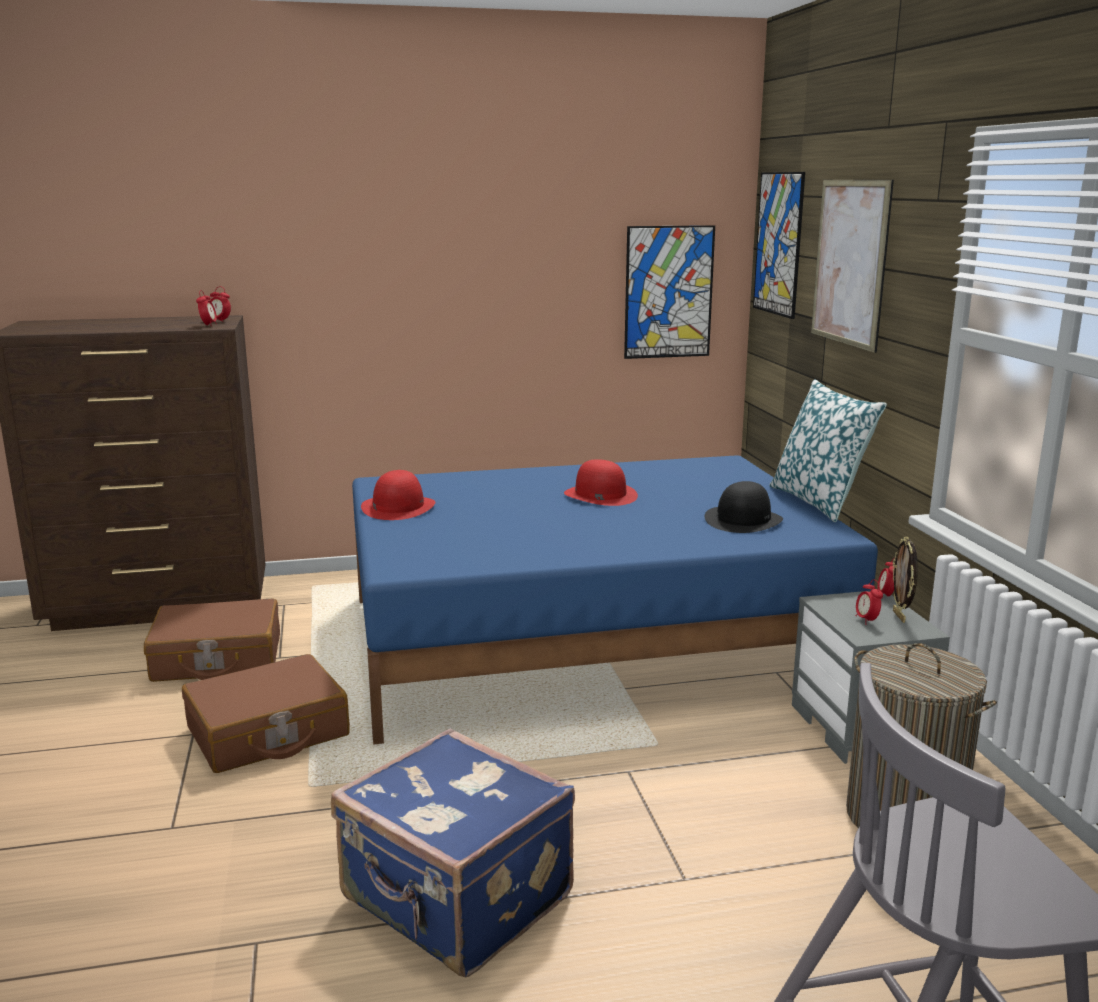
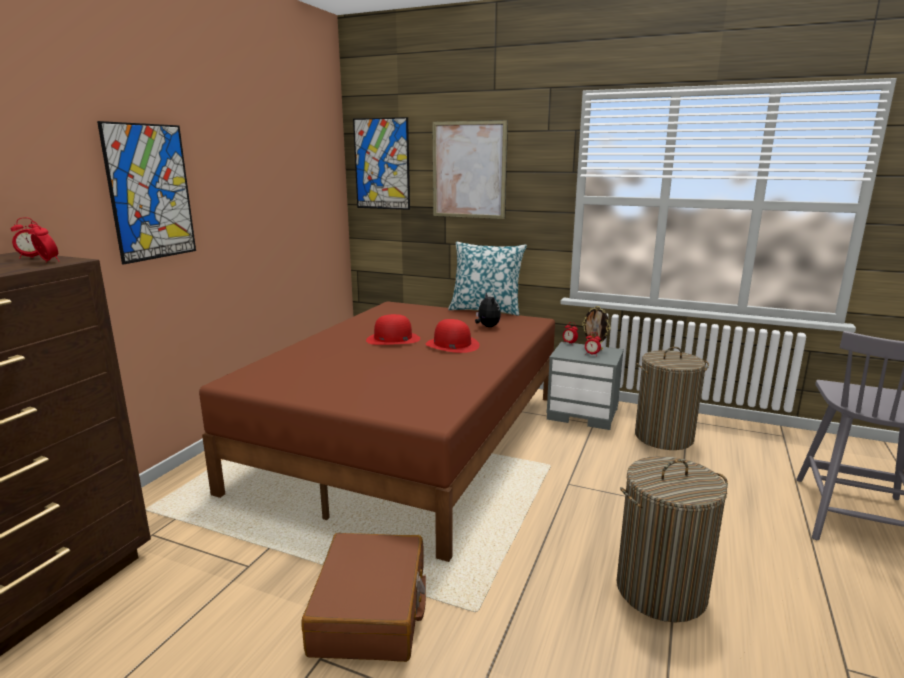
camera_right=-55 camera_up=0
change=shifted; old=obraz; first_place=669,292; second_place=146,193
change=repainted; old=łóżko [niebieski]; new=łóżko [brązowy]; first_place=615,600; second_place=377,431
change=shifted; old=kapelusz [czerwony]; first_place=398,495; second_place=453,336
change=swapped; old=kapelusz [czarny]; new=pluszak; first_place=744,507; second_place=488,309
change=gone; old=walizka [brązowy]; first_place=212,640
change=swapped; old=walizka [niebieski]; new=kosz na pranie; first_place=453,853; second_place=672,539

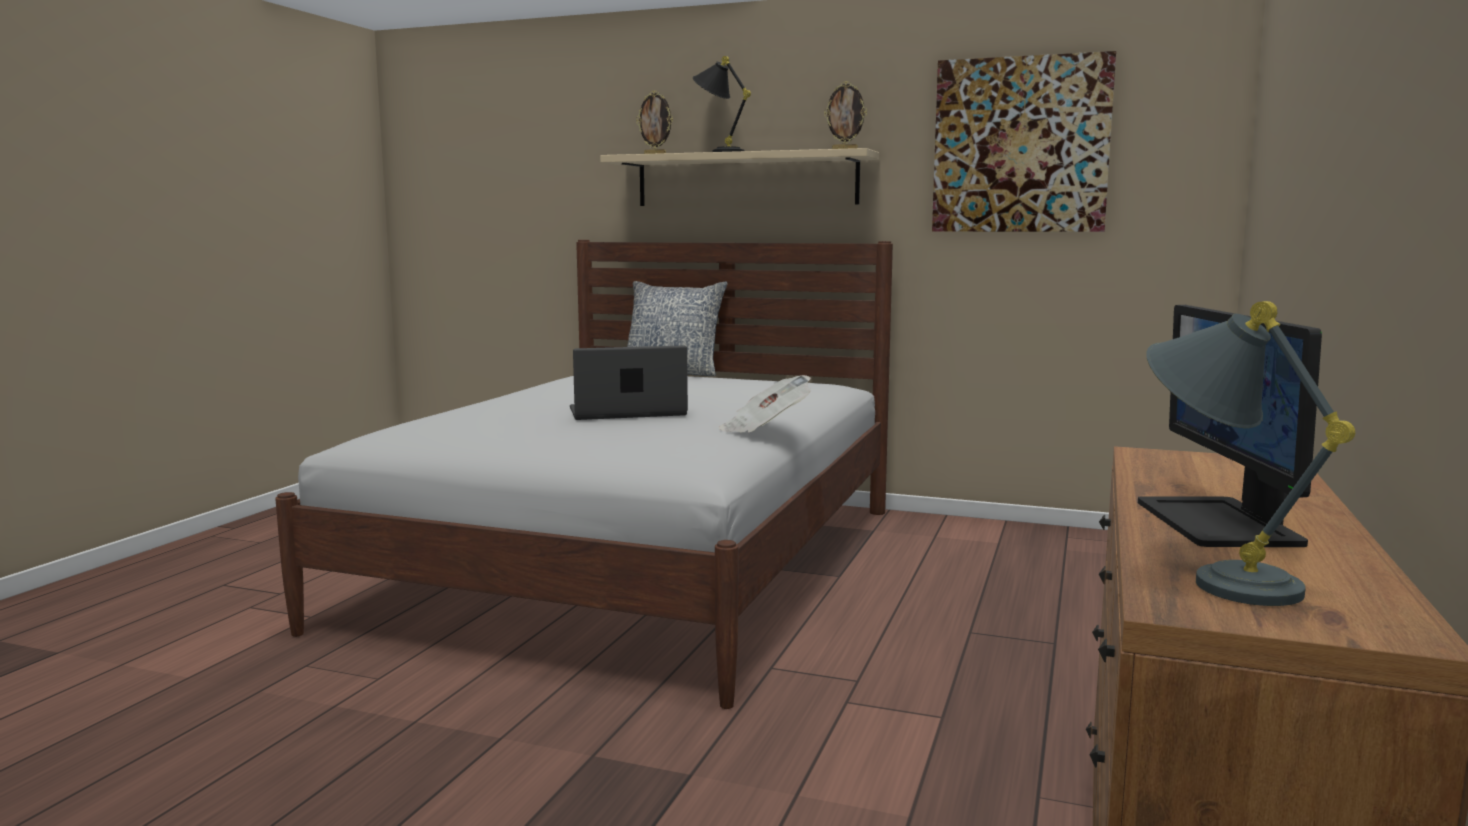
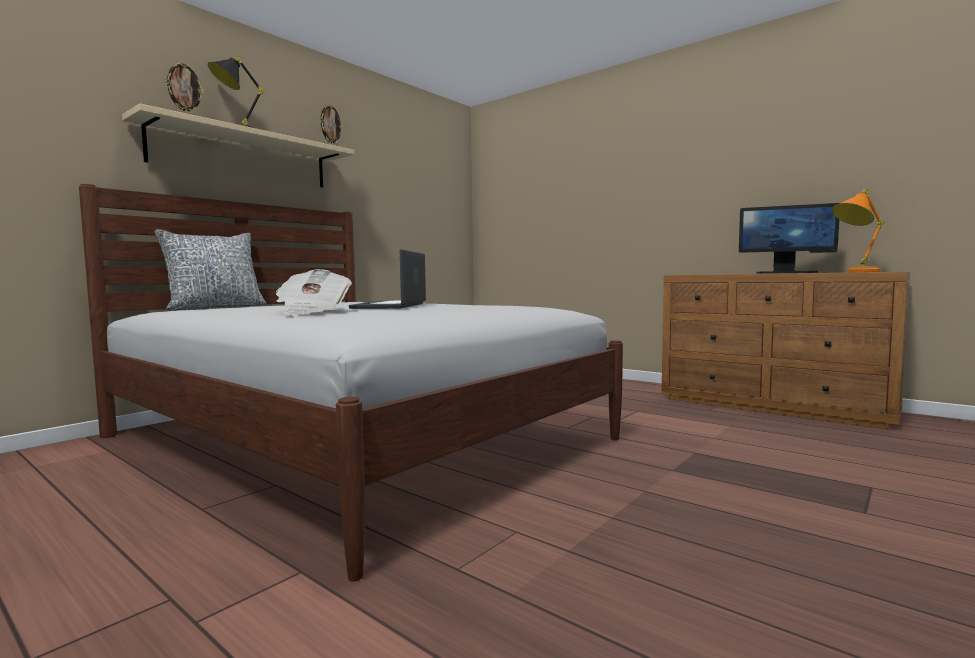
camera_right=-70 camera_up=-5
change=gone; old=obraz; first_place=1024,141
change=repainted; old=lampa stołowa [szary]; new=lampa stołowa [pomarańczowy]; first_place=1250,453; second_place=858,230
change=shifted; old=gazeta; first_place=765,404; second_place=313,292

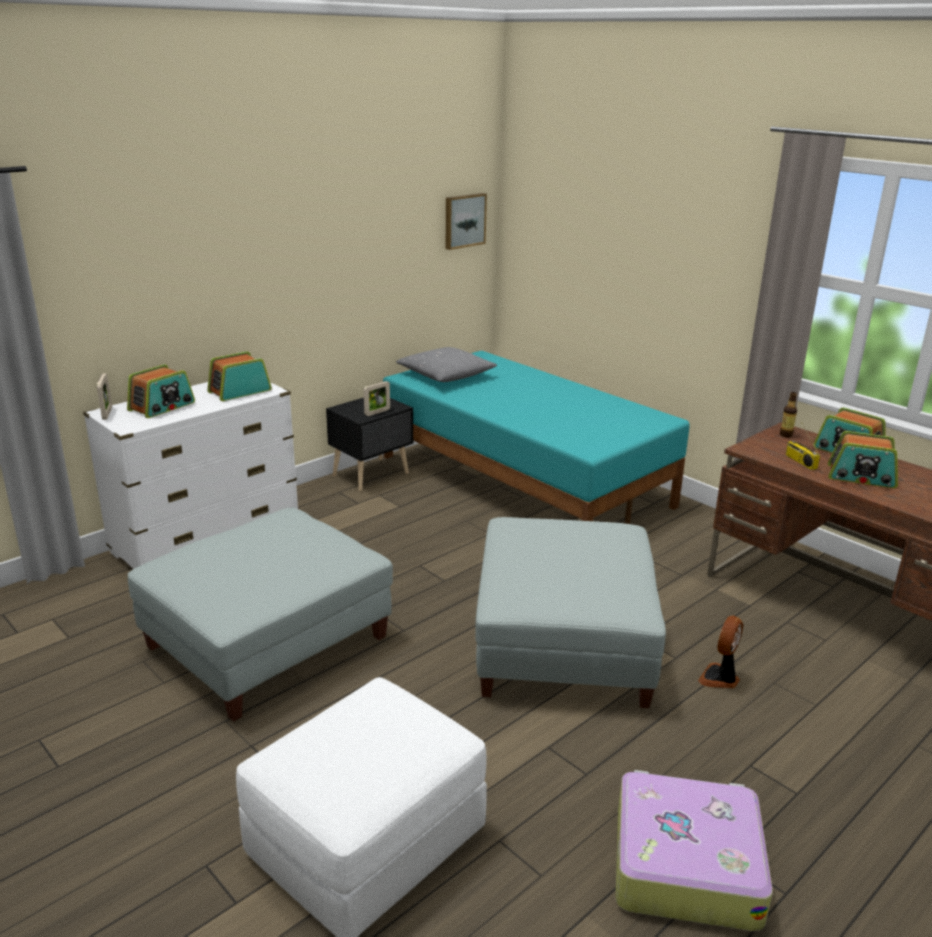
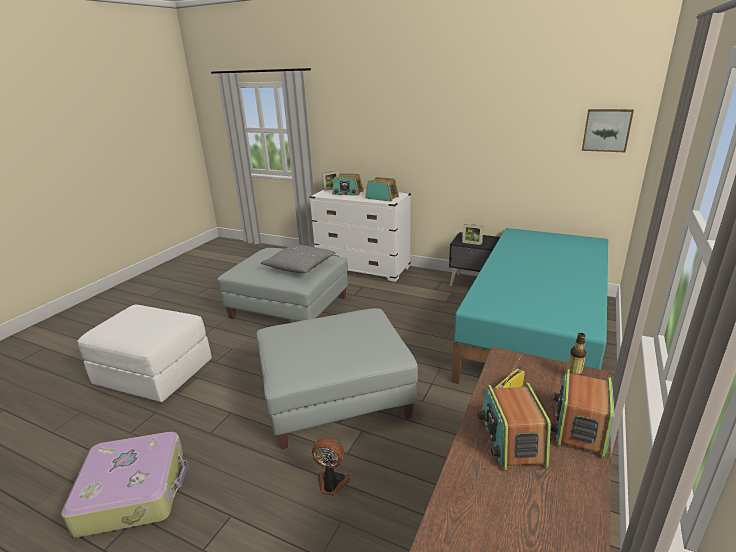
camera_right=70 camera_up=0
change=shifted; old=poduszka [szary]; first_place=446,364; second_place=298,258

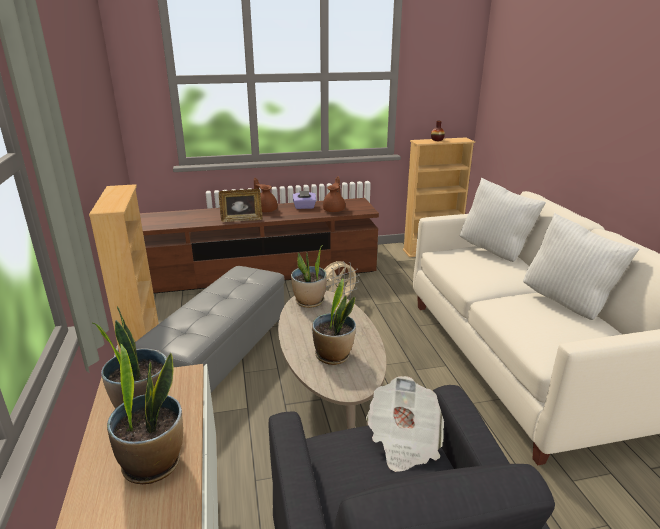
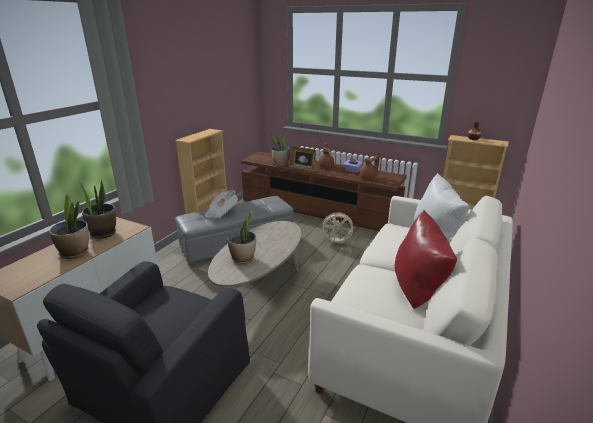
camera_right=40 camera_up=0
change=repainted; old=poduszka [biały]; new=poduszka [czerwony]; first_place=581,266; second_place=426,259
change=shifted; old=roślina doniczkowa; first_place=309,276; second_place=280,149
change=shifted; old=gazeta; first_place=405,424; second_place=221,204

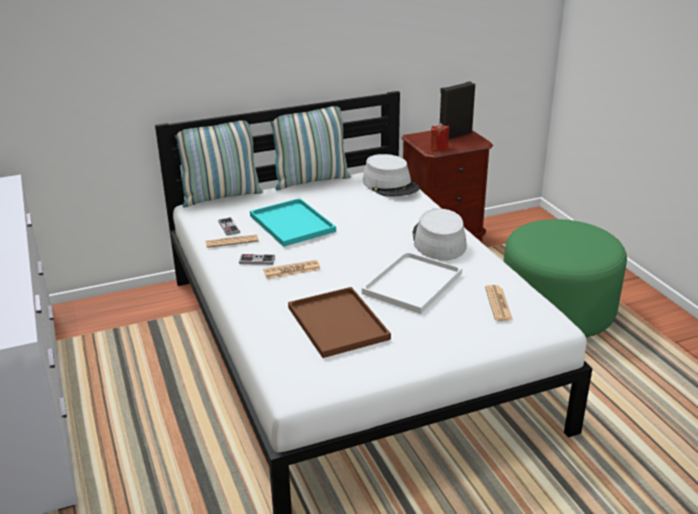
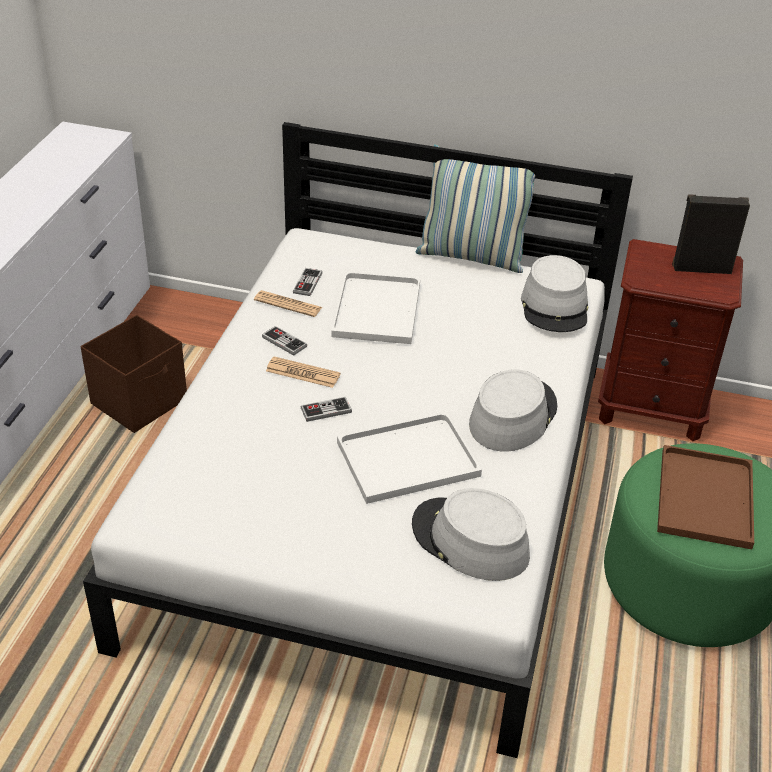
camera_right=35 camera_up=10
change=gone; old=poduszka; first_place=219,164
change=gone; old=świeca [czerwony]; first_place=440,137
change=repainted; old=taca [turkusowy]; new=taca [biały]; first_place=293,222; second_place=375,308
change=swapped; old=gazeta; new=kapelusz [szary]; first_place=499,303; second_place=471,534
change=shifted; old=taca [brązowy]; first_place=339,322; second_place=705,497
change=new; new=pojemnik do przechowywania [brązowy]; second_place=134,374
change=new; new=pad do gier; second_place=326,409

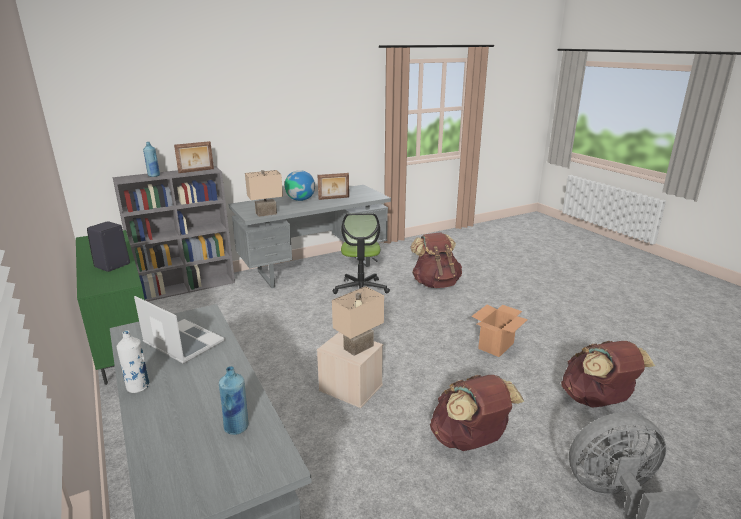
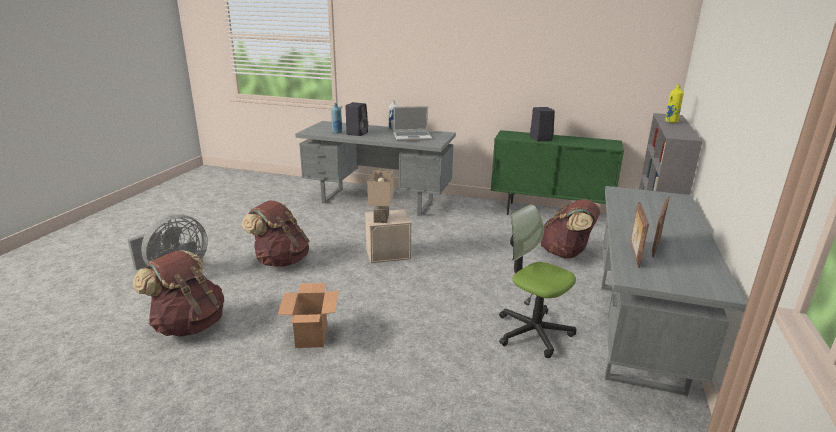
camera_right=135 camera_up=0
change=shifted; old=ramka na zdjęcie; first_place=194,157; second_place=639,235
change=repainted; old=butelka [niebieski]; new=butelka [żółty]; first_place=151,159; second_place=674,103
change=gone; old=lampa stołowa [beżowy]; first_place=264,193
change=gone; old=globus; first_place=300,185
change=shifted; old=plecak [brązowy]; first_place=436,260; second_place=570,228
change=new; new=głośnik [czarny]; second_place=356,119

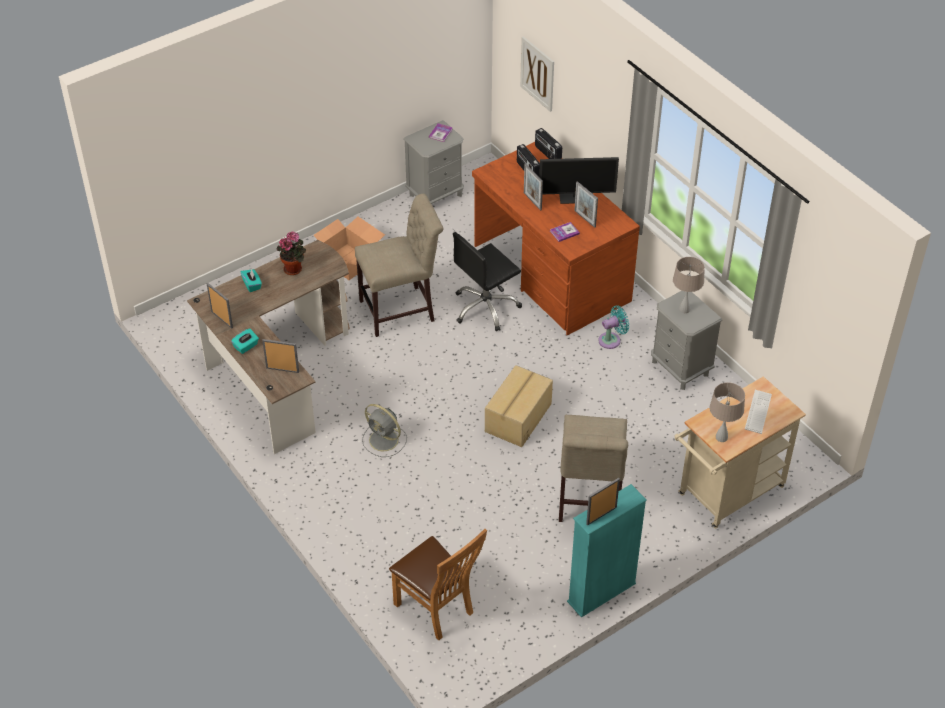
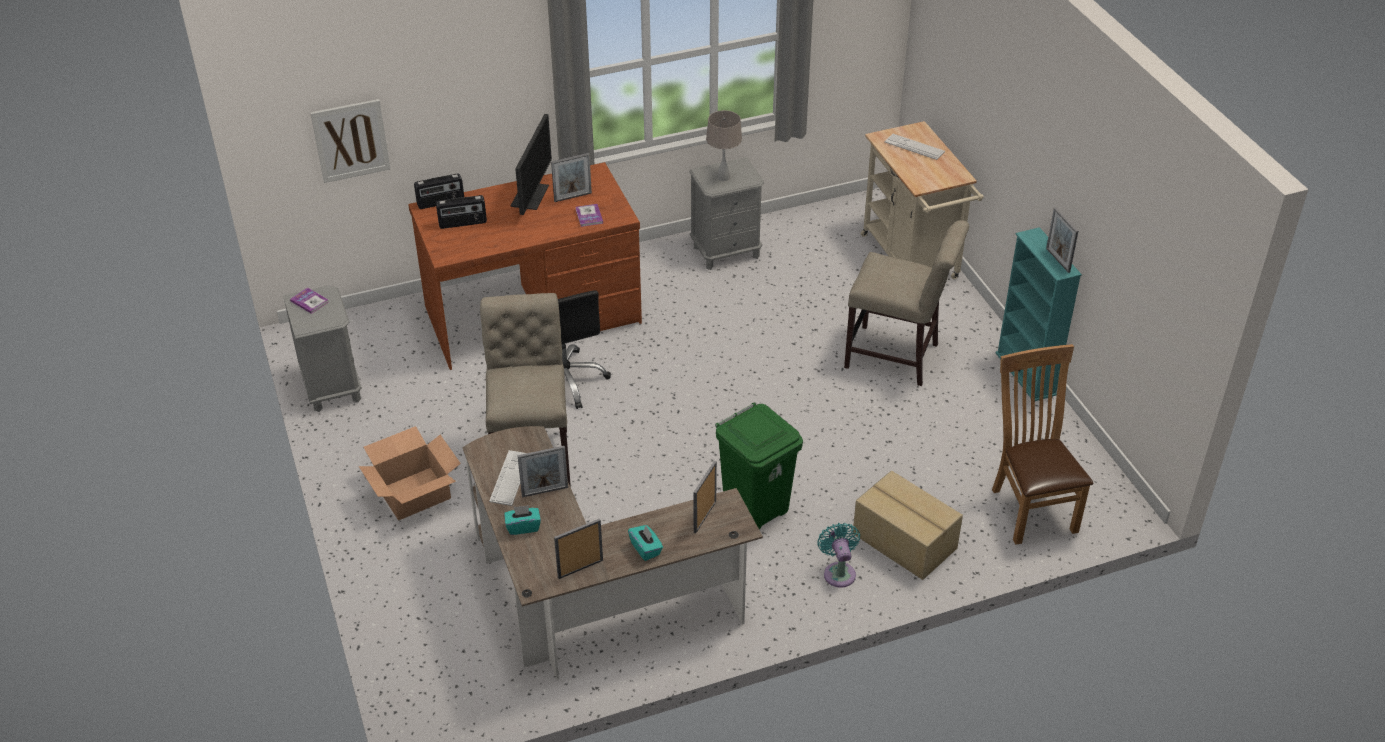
camera_right=-75 camera_up=-5
change=shifted; old=ramka na zdjęcie; first_place=533,187; second_place=542,471
change=swapped; old=roślina doniczkowa; new=klawiatura; first_place=291,253; second_place=507,478
change=shifted; old=wentylator [turkusowy]; first_place=614,327; second_place=838,555
change=shifted; old=karton; first_place=519,406; second_place=908,525
change=gone; old=lampa stołowa [beżowy]; first_place=727,412
change=swapped; old=wentylator [szary]; new=kosz na śmieci [zielony]; first_place=384,430; second_place=759,466
change=rotated; old=krzesło [brązowy]; first_place=438,584; second_place=1042,444; degrees=-75

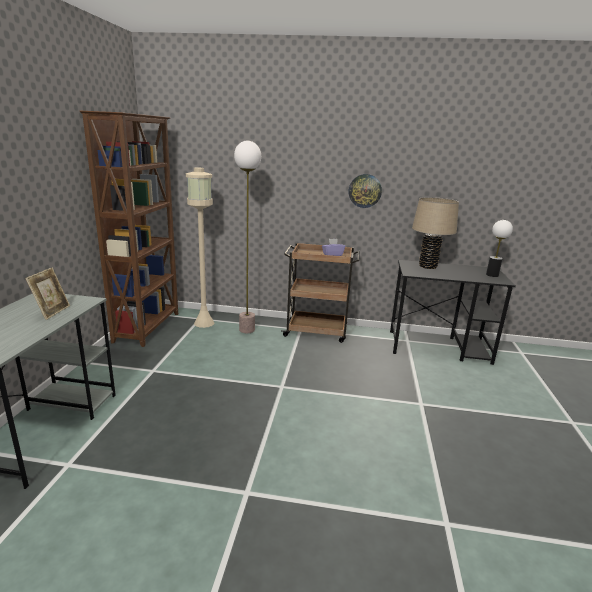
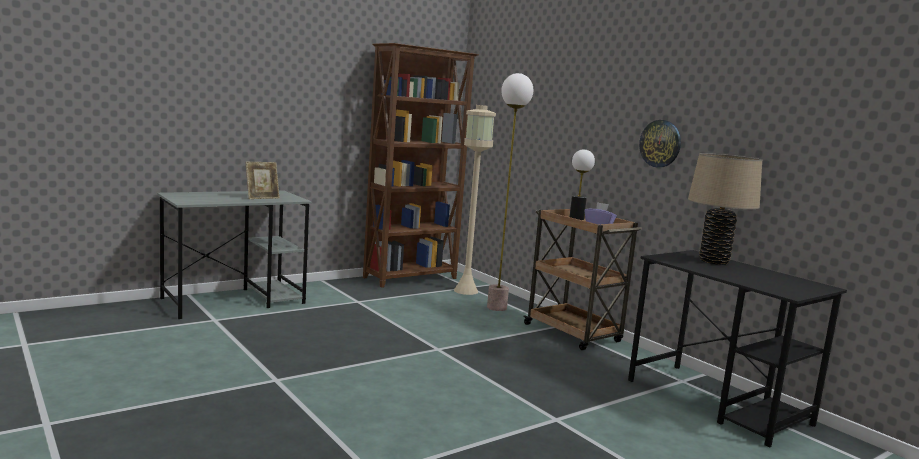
camera_right=45 camera_up=-10
change=shifted; old=lampa stołowa; first_place=499,248; second_place=582,184

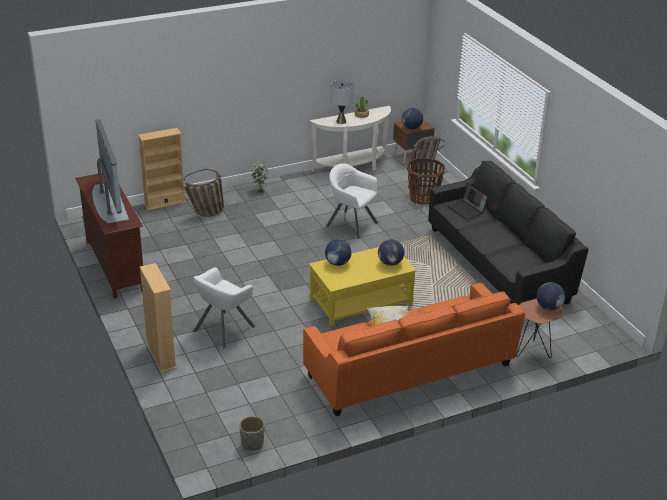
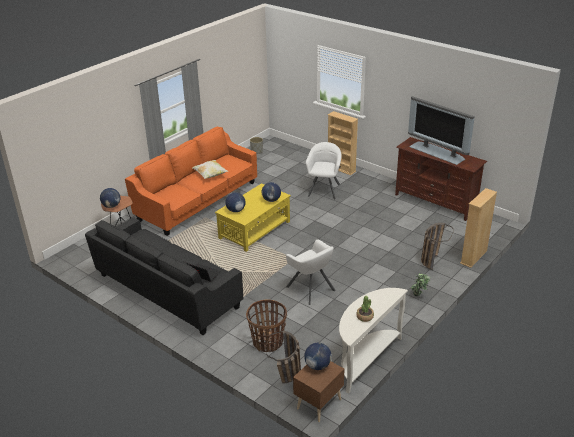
camera_right=155 camera_up=0
change=gone; old=lampa stołowa [szary]; first_place=342,102
change=rotated; old=fotel [biały]; first_place=352,201; second_place=311,272; degrees=45

